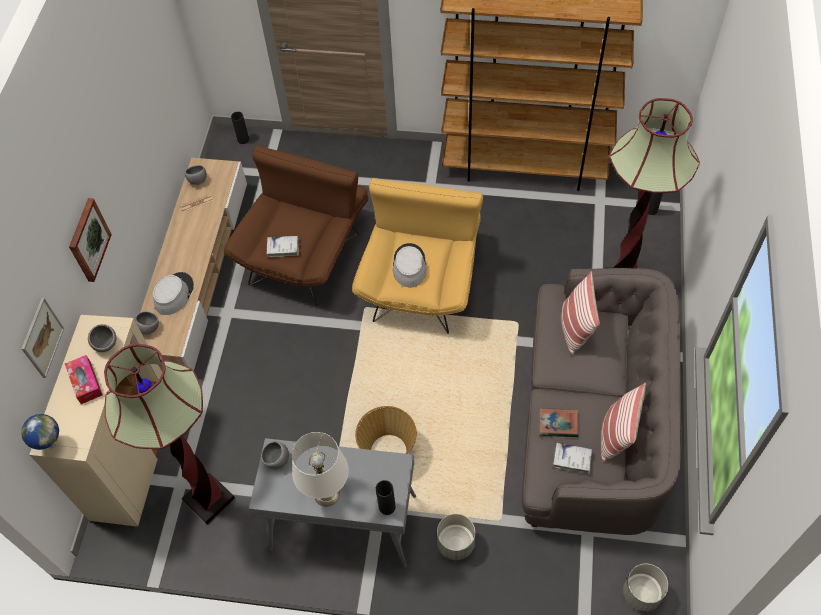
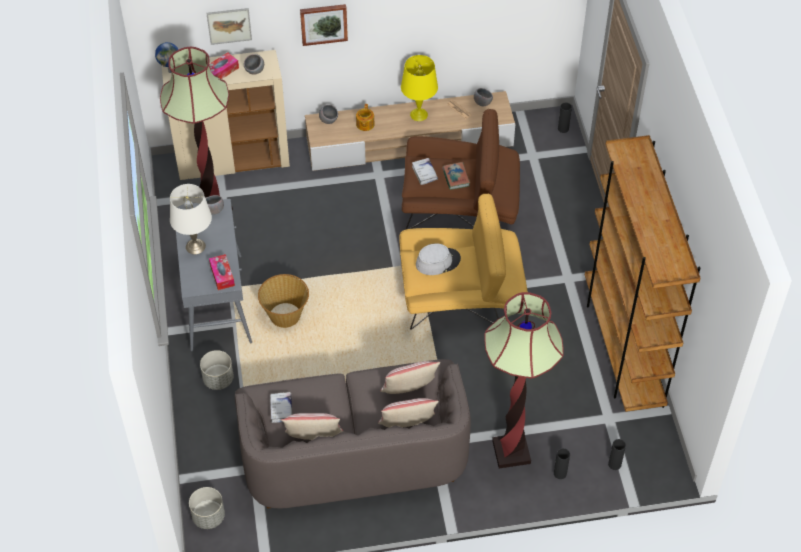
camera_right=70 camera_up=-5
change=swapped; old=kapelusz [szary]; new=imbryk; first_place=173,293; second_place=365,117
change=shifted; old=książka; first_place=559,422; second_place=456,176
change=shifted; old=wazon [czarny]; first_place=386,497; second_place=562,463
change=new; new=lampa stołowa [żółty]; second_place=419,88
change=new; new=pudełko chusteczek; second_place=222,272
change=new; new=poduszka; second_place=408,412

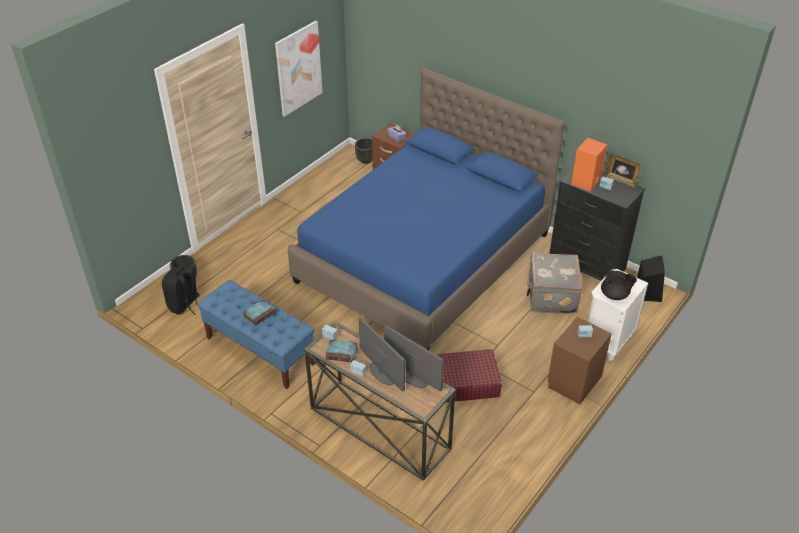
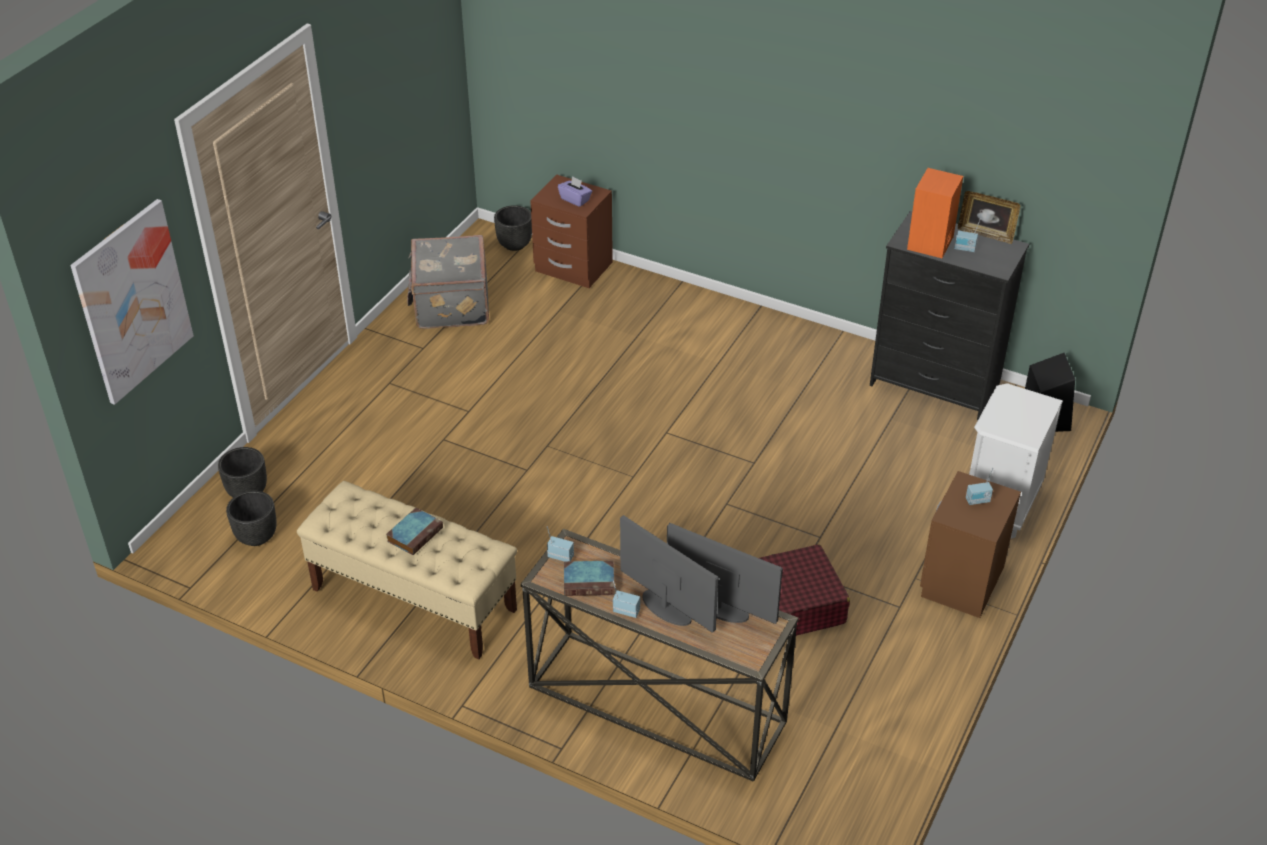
camera_right=-10 camera_up=0
change=shifted; old=obraz; first_place=299,69; second_place=132,302
change=gone; old=łóżko [niebieski]; first_place=426,209
change=shifted; old=walizka [szary]; first_place=554,283; second_place=448,282
change=swapped; old=plecak [czarny]; new=donica [czarny]; first_place=181,291; second_place=251,518
change=gone; old=imbryk [czarny]; first_place=619,285
change=repainted; old=ławka [niebieski]; new=ławka [beżowy]; first_place=256,334; second_place=407,570

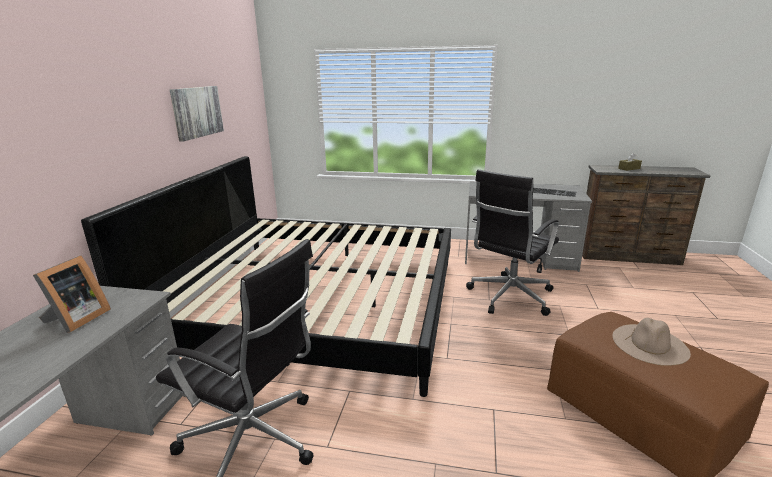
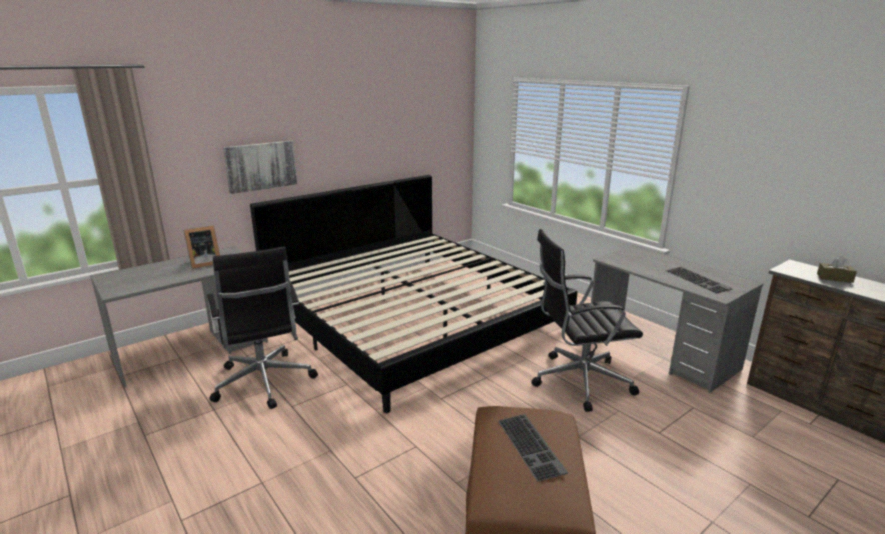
camera_right=40 camera_up=0
change=shifted; old=obraz; first_place=197,114; second_place=260,167
change=swapped; old=kapelusz [beżowy]; new=klawiatura; first_place=651,342; second_place=533,448

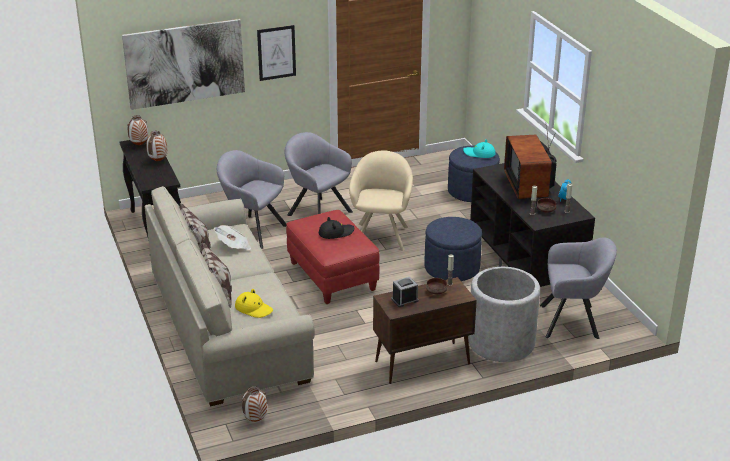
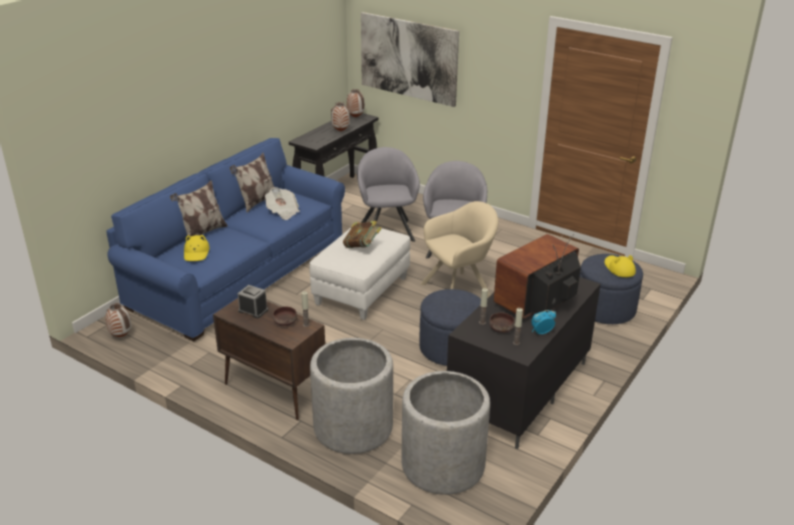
camera_right=55 camera_up=0
change=gone; old=obraz; first_place=276,53
change=repainted; old=kapelusz [turkusowy]; new=kapelusz [żółty]; first_place=479,148; second_place=620,266
change=repainted; old=kanapa [beżowy]; new=kanapa [niebieski]; first_place=230,296; second_place=225,240
change=repainted; old=pufa [czerwony]; new=pufa [biały]; first_place=332,257; second_place=359,274
change=swapped; old=kapelusz [czarny]; new=książka; first_place=336,228; second_place=362,234
change=swapped; old=fotel [szary]; new=donica [szary]; first_place=578,288; second_place=445,433

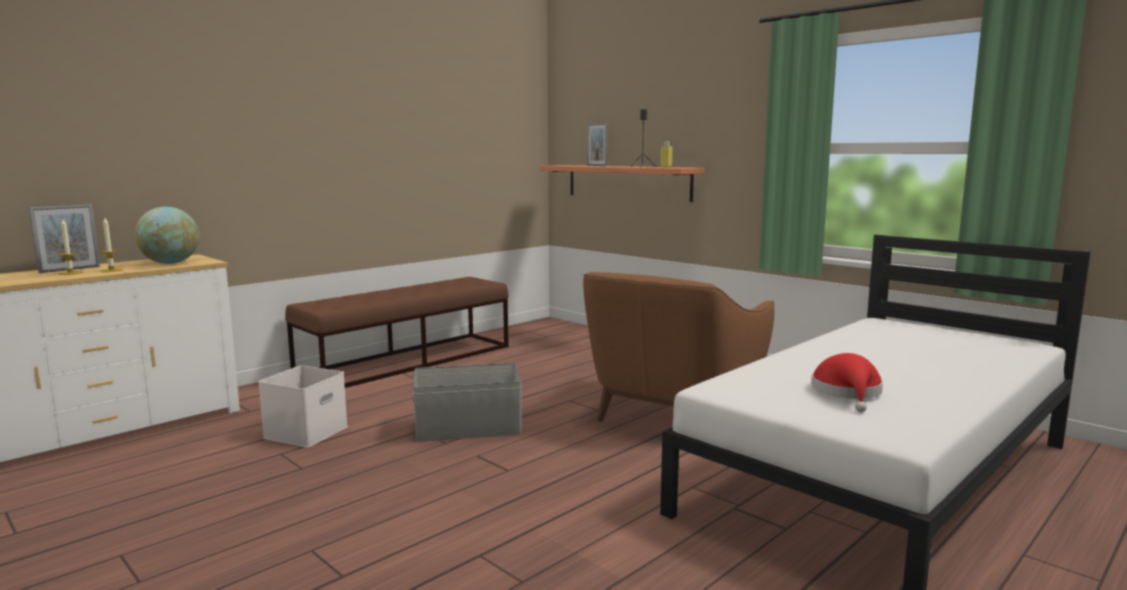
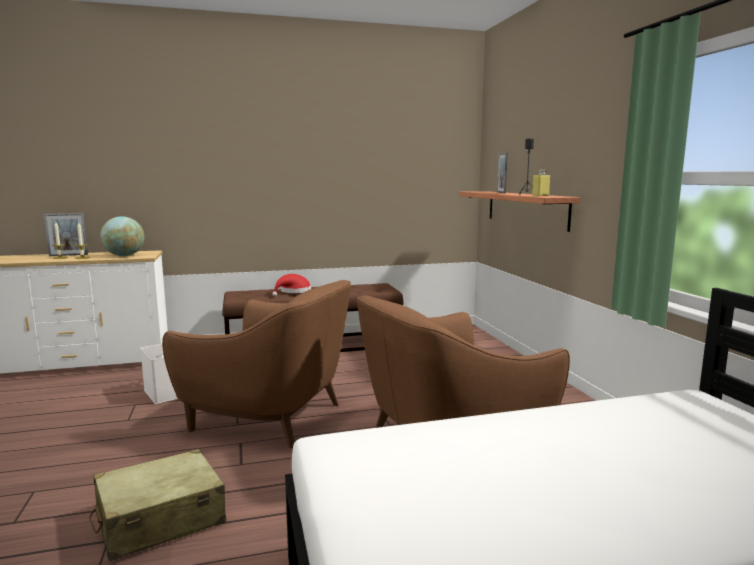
camera_right=30 camera_up=0
change=shifted; old=kapelusz [czerwony]; first_place=847,382; second_place=291,285
change=swapped; old=pojemnik do przechowywania [szary]; new=fotel [brązowy]; first_place=467,402; second_place=256,364
change=new; new=walizka [beżowy]; second_place=157,505

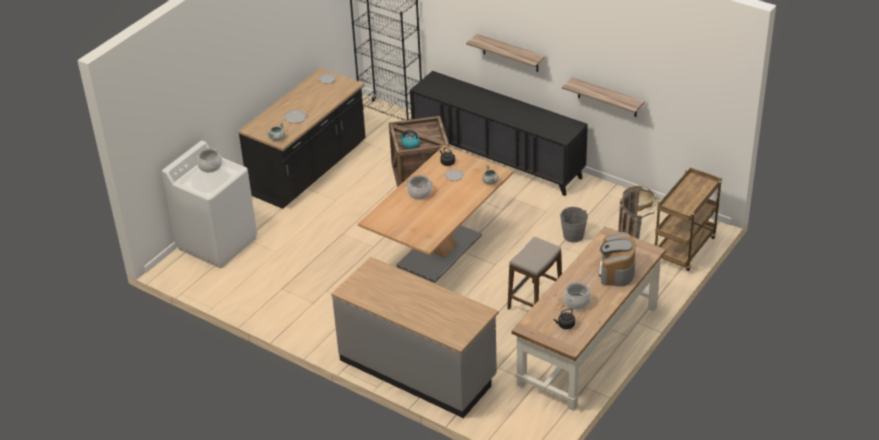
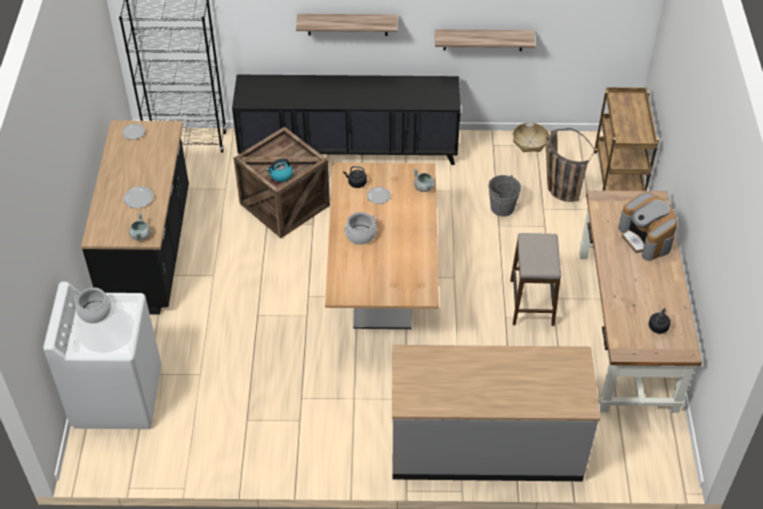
camera_right=-35 camera_up=10
change=gone; old=garnek; first_place=577,296

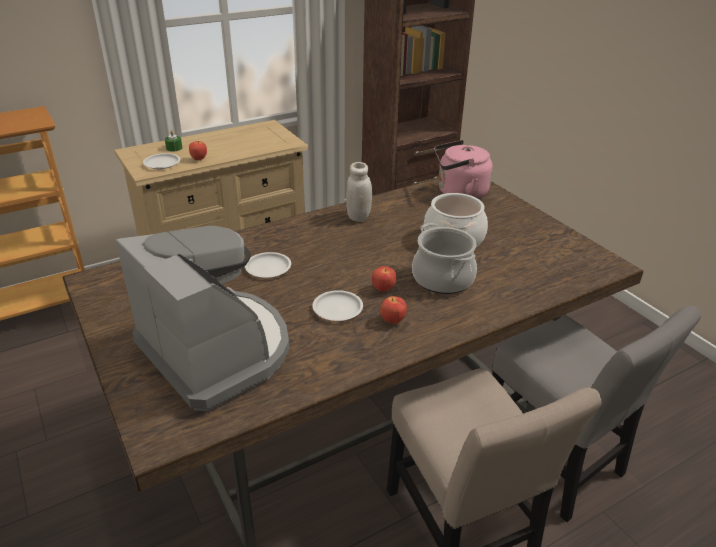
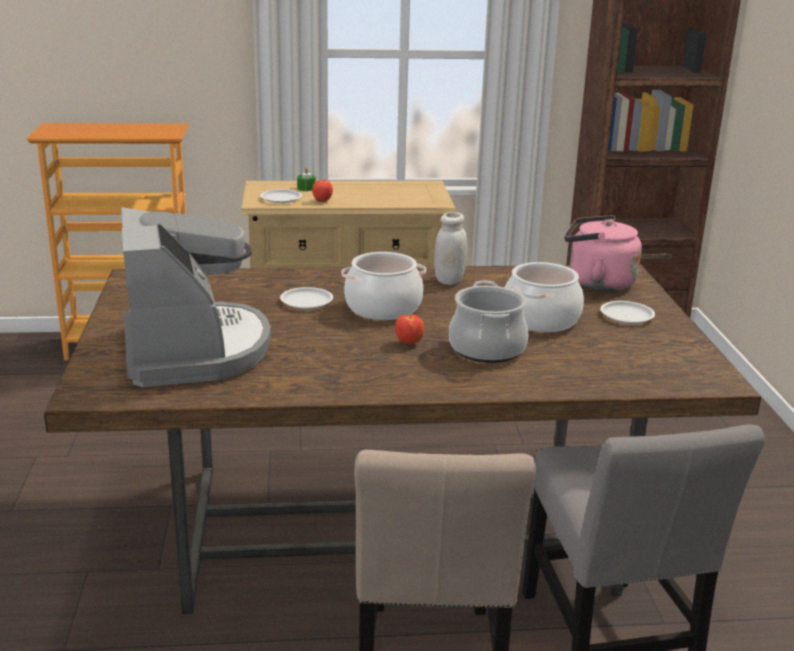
camera_right=25 camera_up=-10
change=shifted; old=talerz [biały]; first_place=338,305; second_place=627,312
change=gone; old=jabłko; first_place=393,310
change=new; new=garnek; second_place=383,286

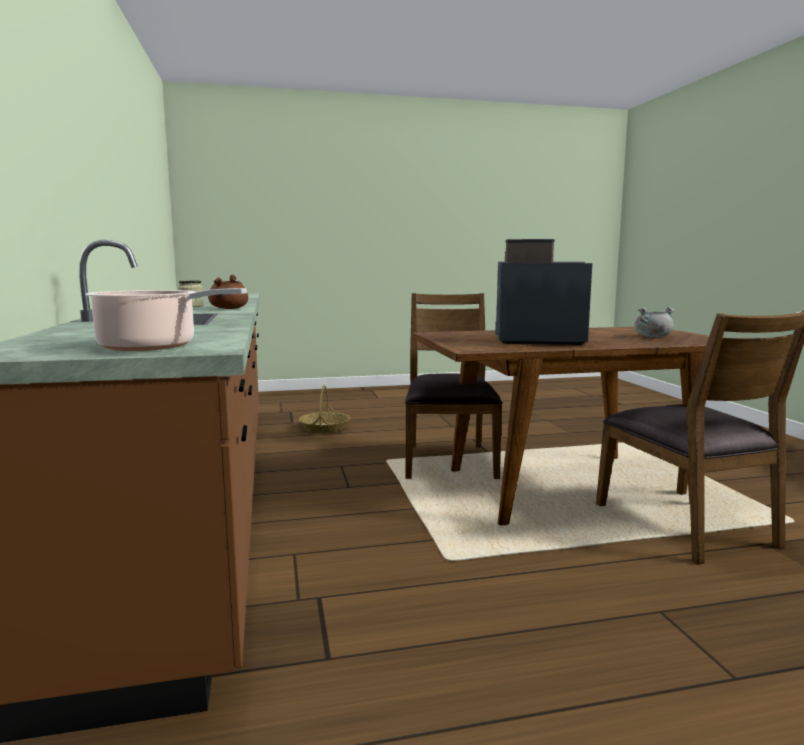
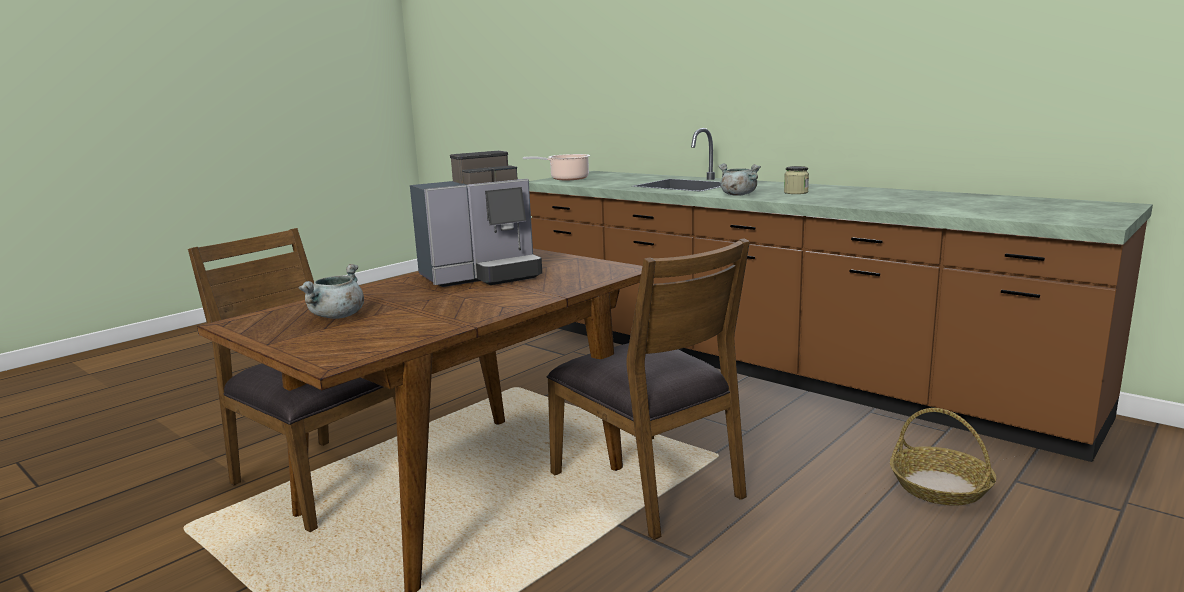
camera_right=145 camera_up=5
change=repainted; old=garnek [brązowy]; new=garnek [szary]; first_place=228,292; second_place=739,179

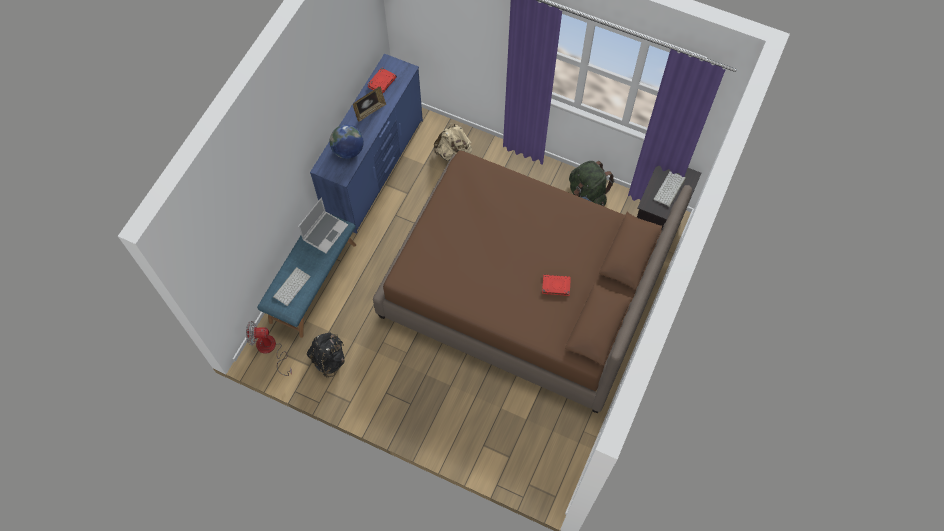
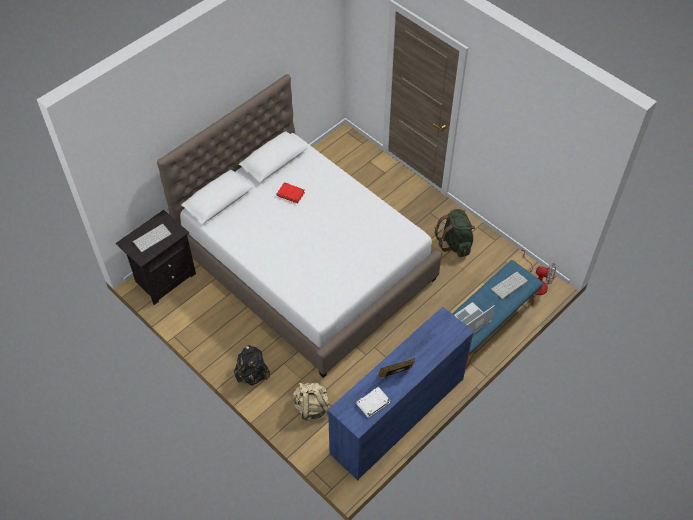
camera_right=-160 camera_up=-10
change=repainted; old=książka [czerwony]; new=książka [biały]; first_place=382,80; second_place=373,402
change=gone; old=globus; first_place=347,142
change=repainted; old=łóżko [brązowy]; new=łóżko [biały]; first_place=532,282; second_place=299,226
change=shifted; old=plecak [zielony]; first_place=591,183; second_place=455,233
change=shifted; old=plecak [czarny]; first_place=326,355; second_place=252,365

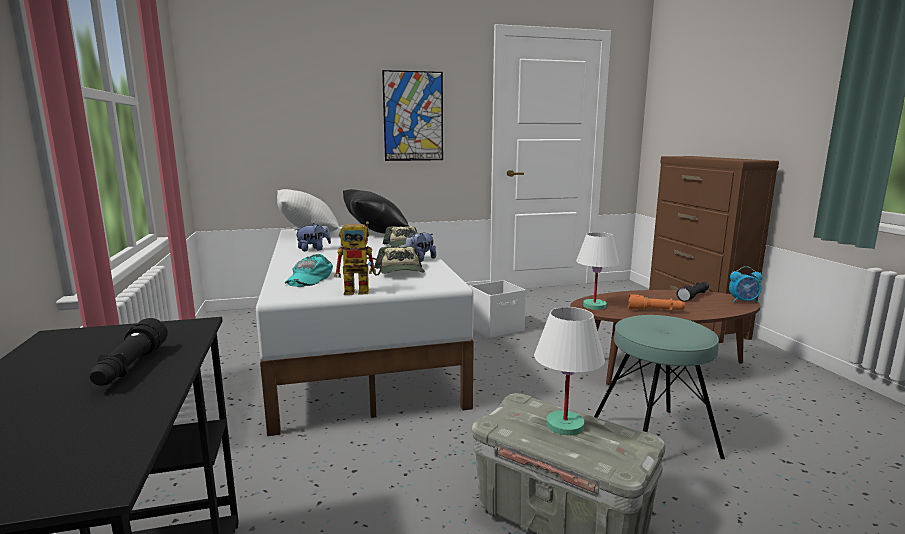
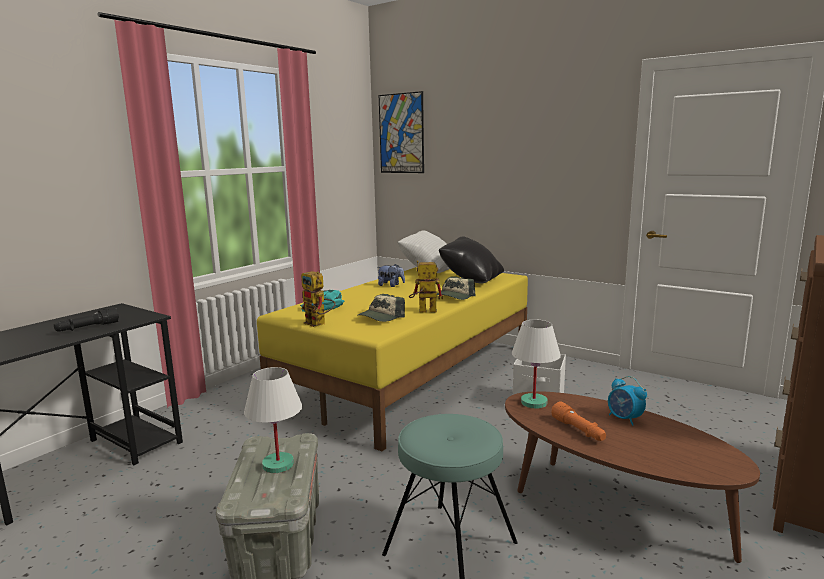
camera_right=50 camera_up=0
change=shifted; old=obraz; first_place=412,115; second_place=401,132
change=repainted; old=łóżko [biały]; new=łóżko [żółty]; first_place=365,331; second_place=392,359
change=swapped; old=pluszak; new=robot zabawkowy; first_place=420,247; second_place=426,286
change=shifted; old=budzik; first_place=745,285; second_place=627,401
change=gone; old=latarka [czarny]; first_place=692,292

